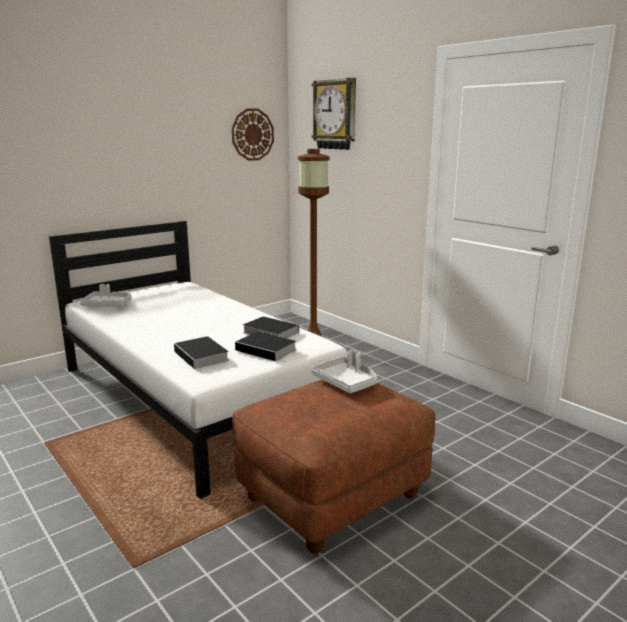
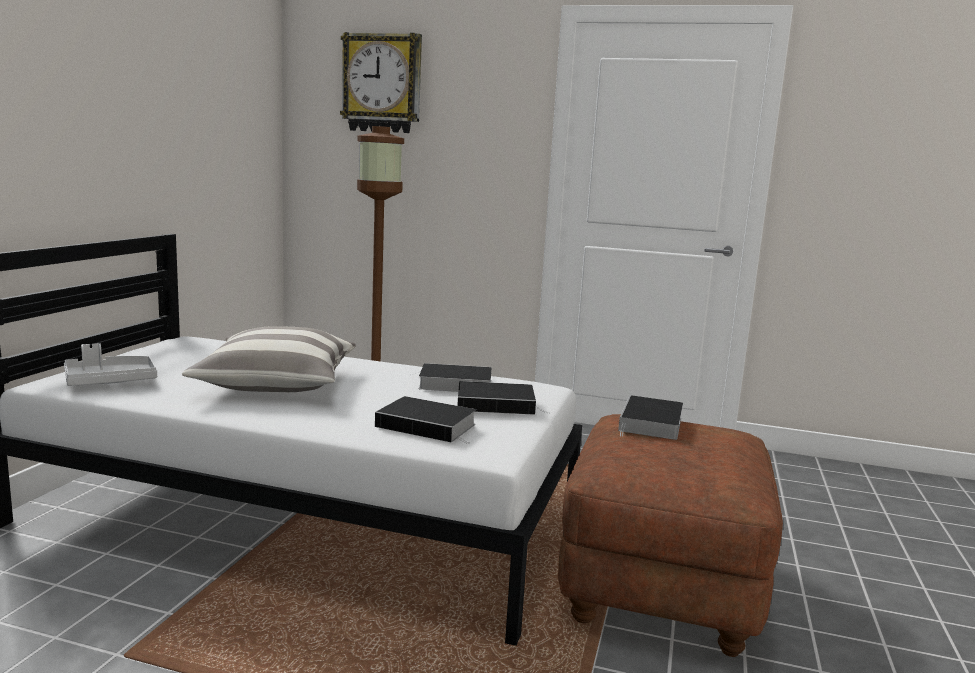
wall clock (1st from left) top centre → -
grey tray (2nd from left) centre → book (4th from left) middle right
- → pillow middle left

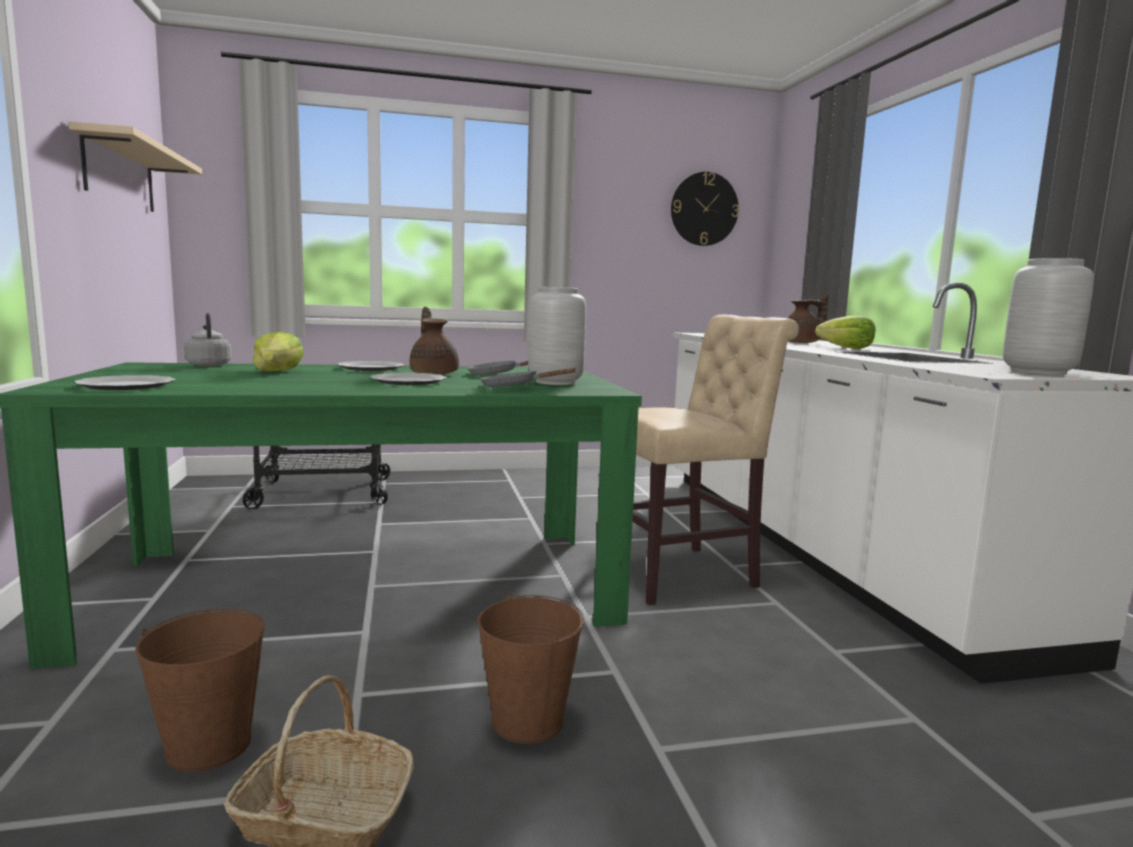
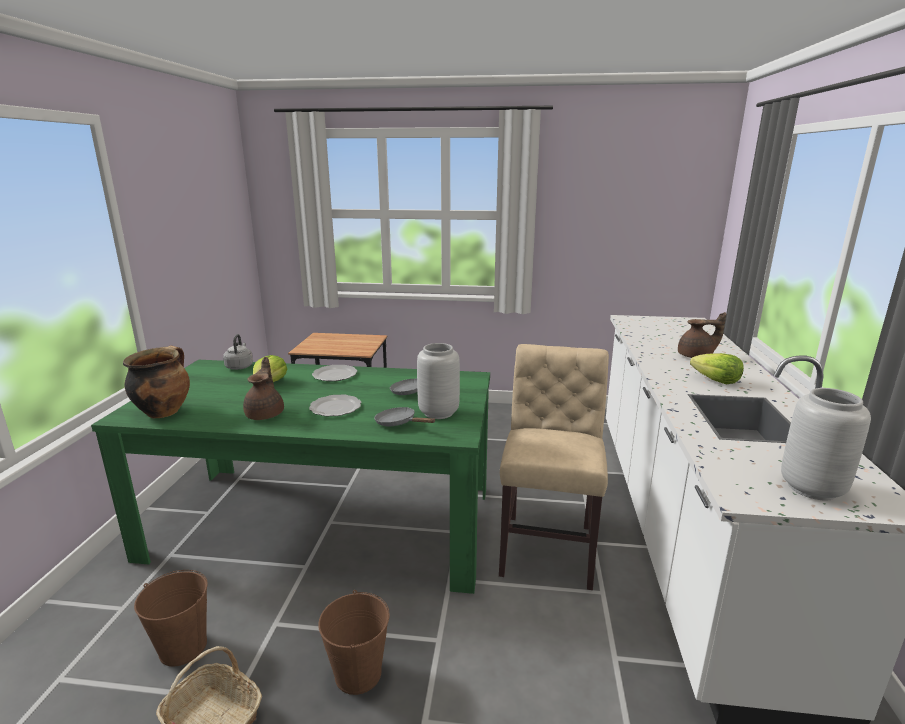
beige shelf top left → -
wall clock top centre → -
brown teapot (1st from left) centre → brown teapot (1st from left) middle left, move
beige chair centre, 75 degrees counterclockwise
plate (1st from left) middle left → cooking pot middle left

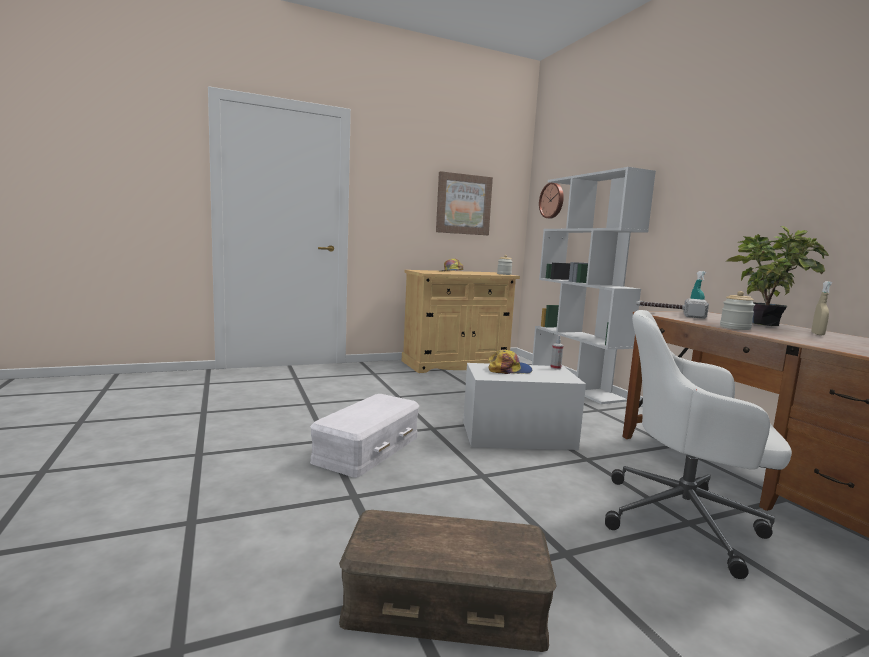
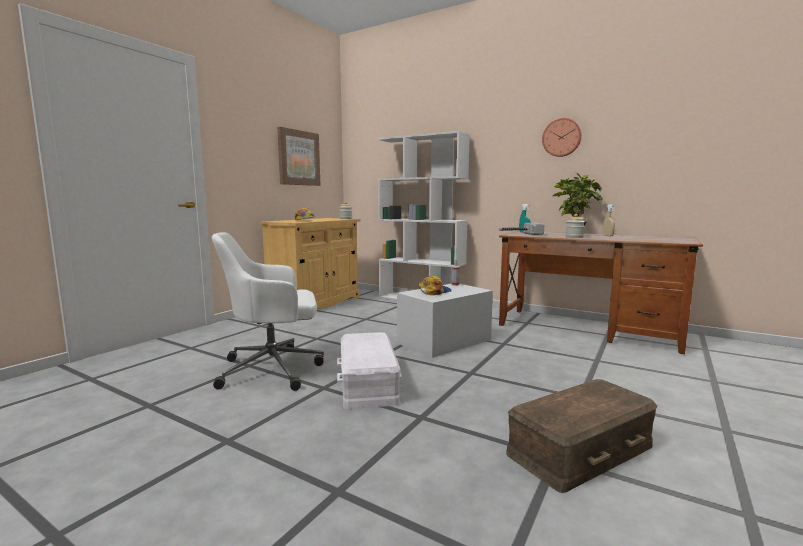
wall clock top centre → wall clock top right, move
white office chair bottom right → white office chair centre, move

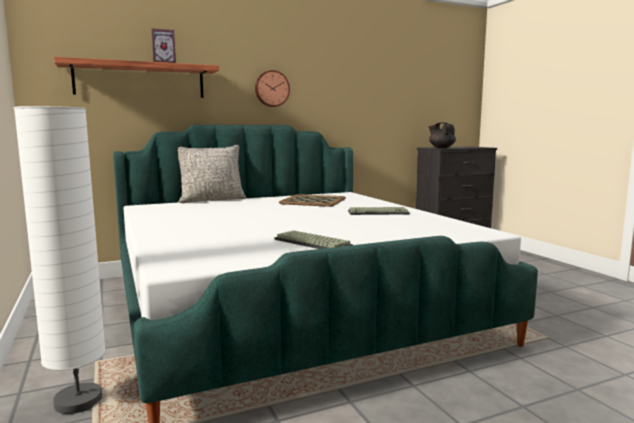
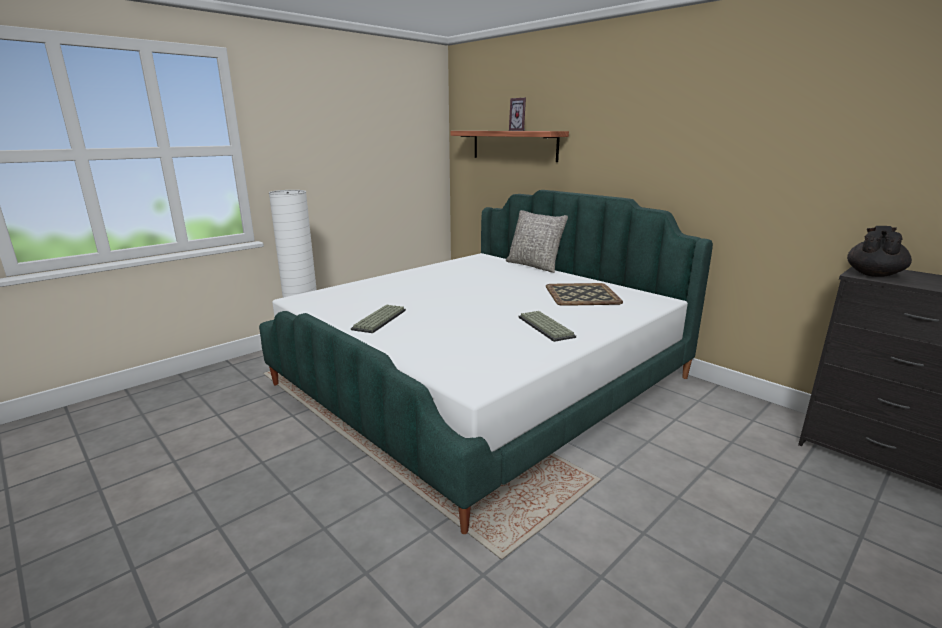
wall clock top centre → -

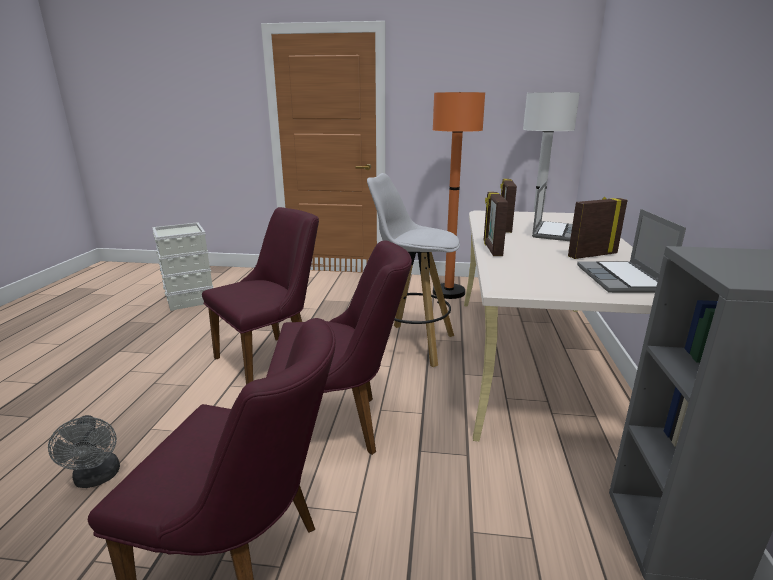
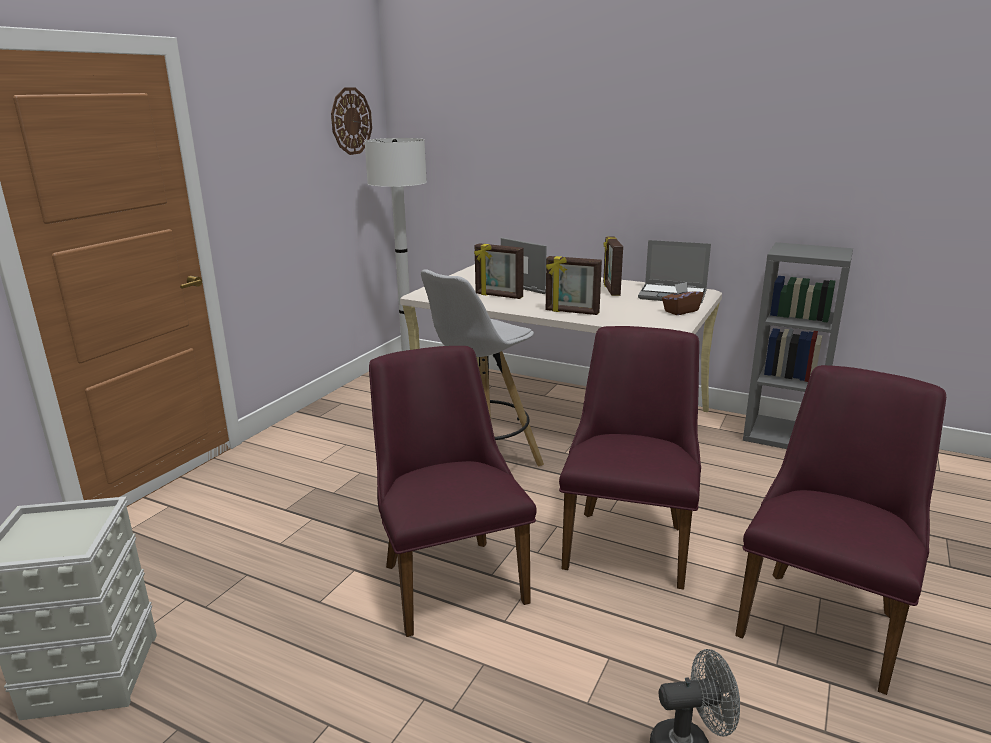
orange floor lamp centre → -
- → wall clock top centre
- → brown tissue box middle right

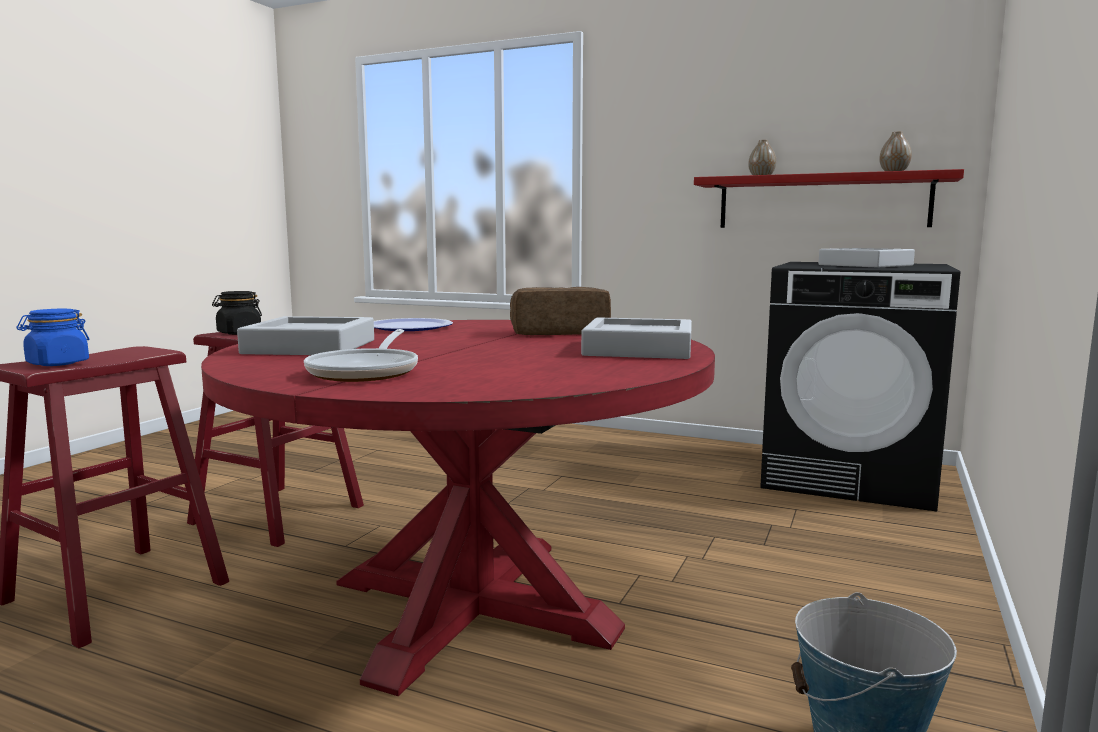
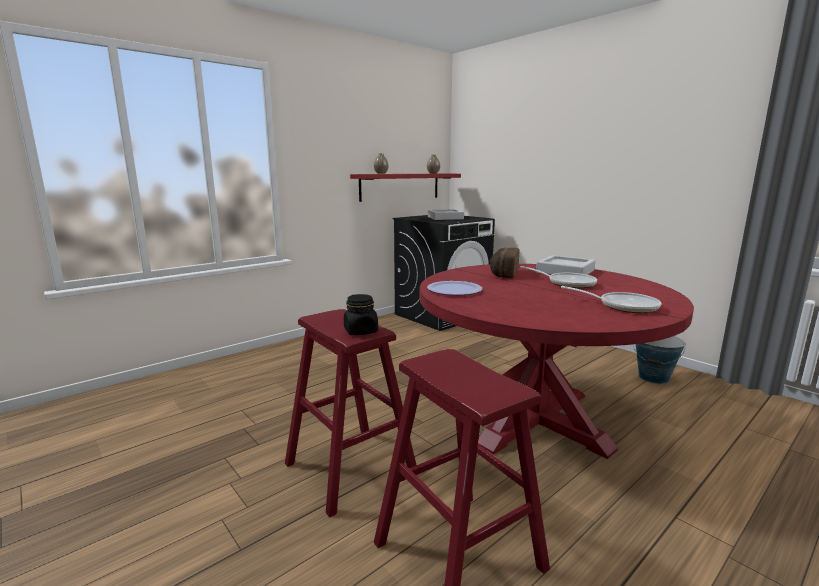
blue jar middle left → -
grey tray (1st from left) middle left → -
- → frying pan (1st from left) middle right

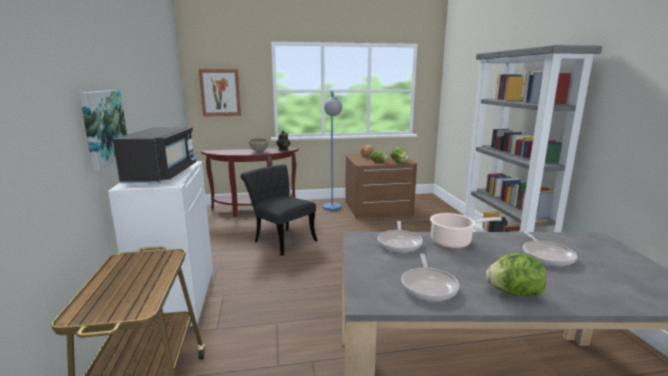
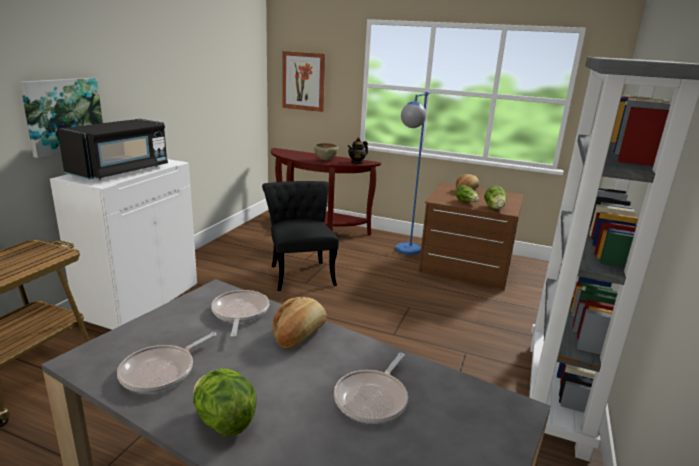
cooking pot middle right → bread (1st from left) bottom centre
frying pan (1st from left in the first image) centre → frying pan (2nd from left) bottom centre, 135 degrees clockwise

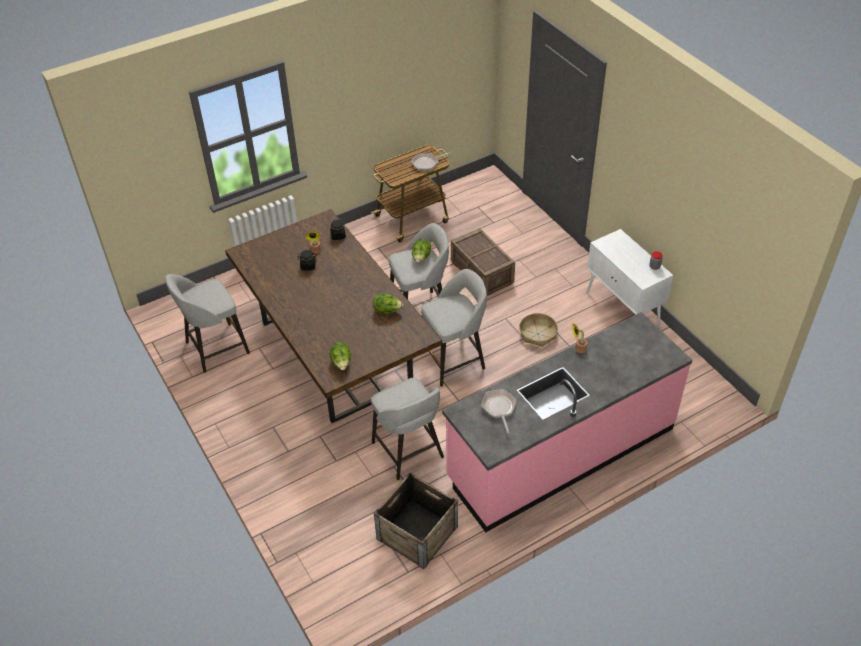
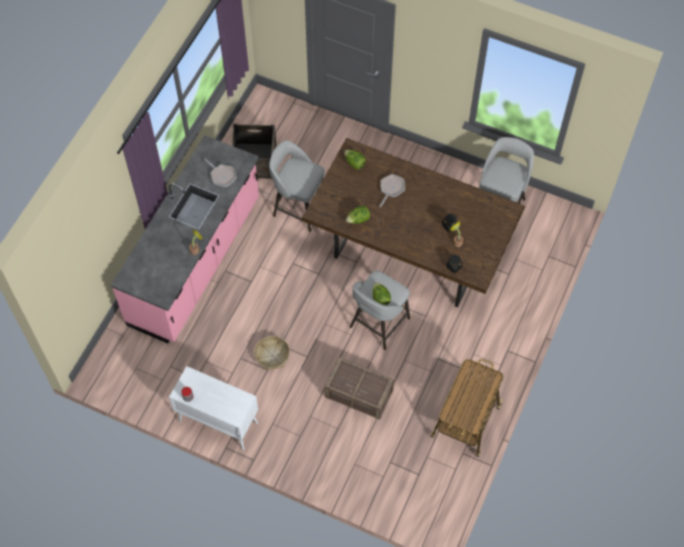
frying pan (1st from left in the first image) top centre → frying pan (2nd from left) centre, move
grey stool (4th from left) centre → -

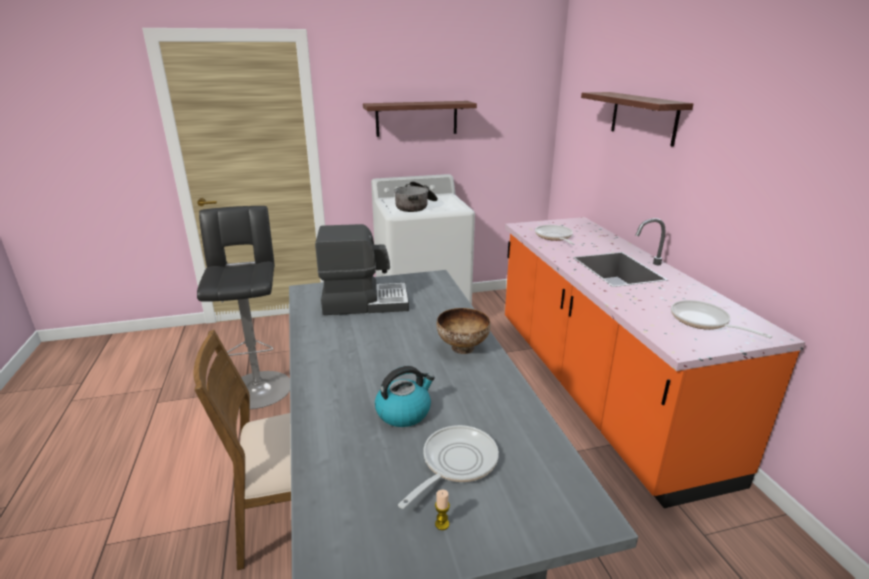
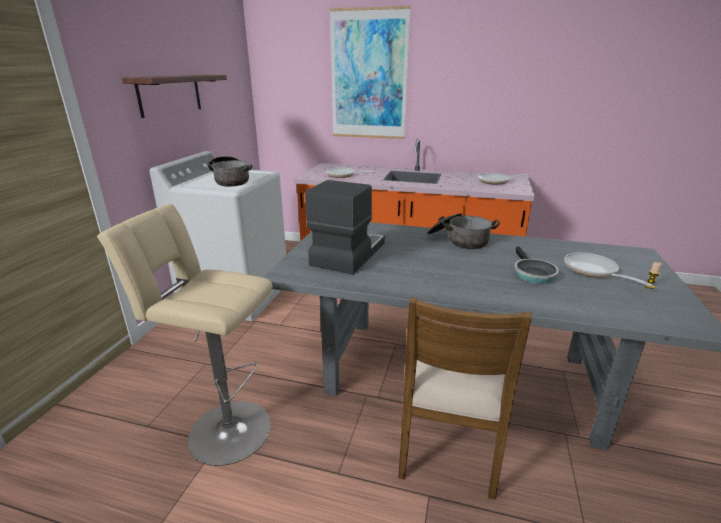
shelf (2nd from left) top right → picture top centre
black stool middle left → beige stool middle left
bowl centre → cooking pot (2nd from left) centre
kettle bottom centre → frying pan (3rd from left) middle right

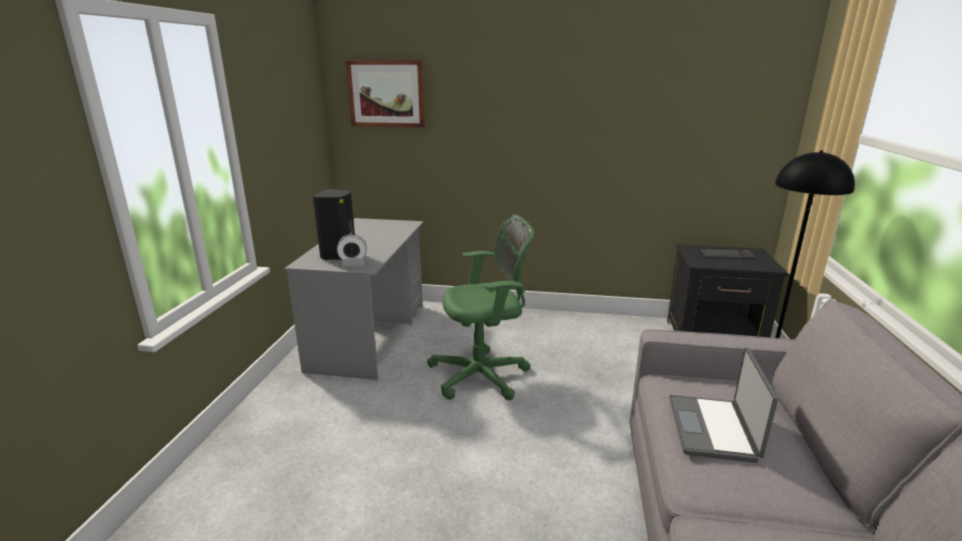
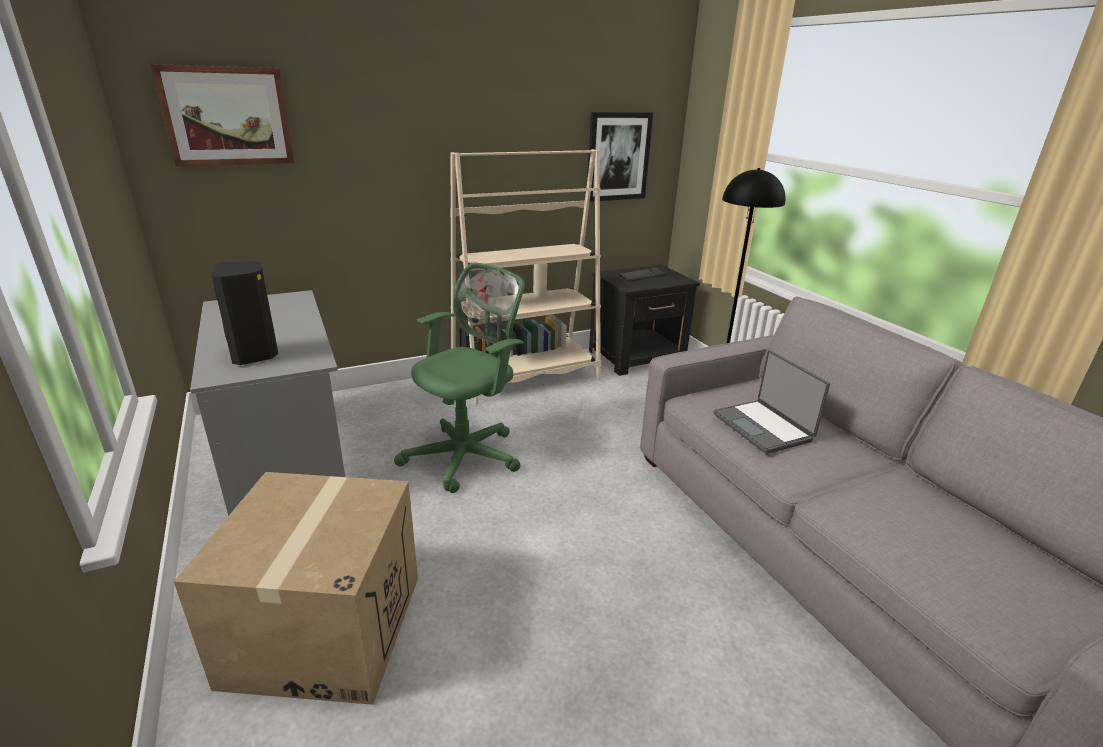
alarm clock centre → -
- → picture (2nd from left) top centre
- → beige bookcase centre
- → cardboard box bottom left

